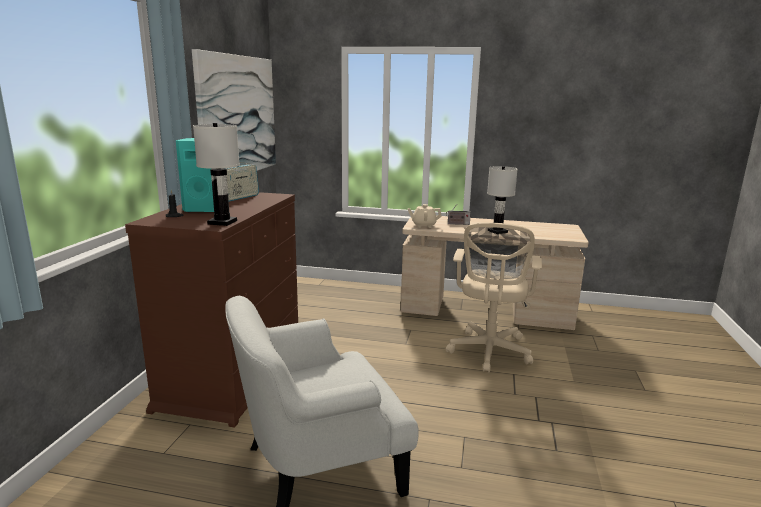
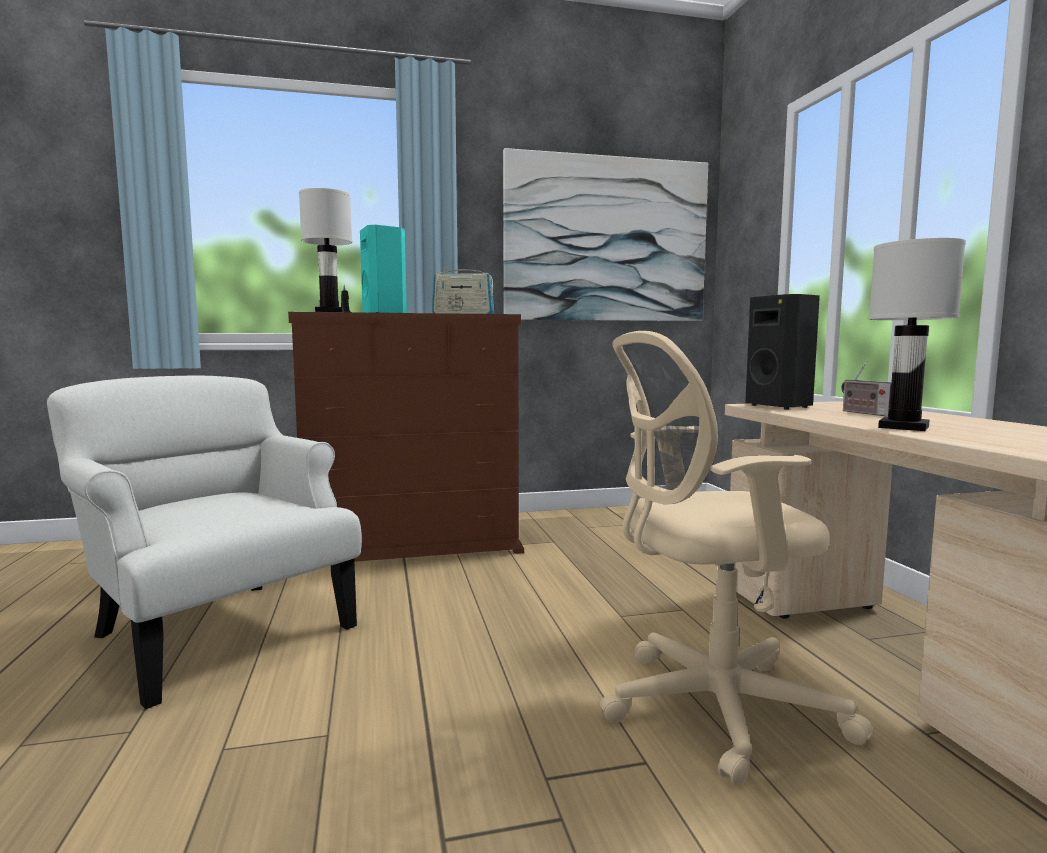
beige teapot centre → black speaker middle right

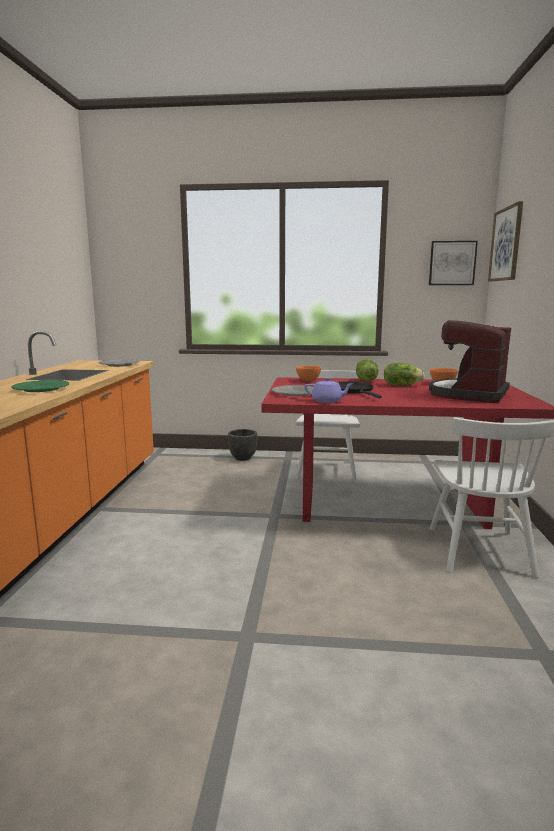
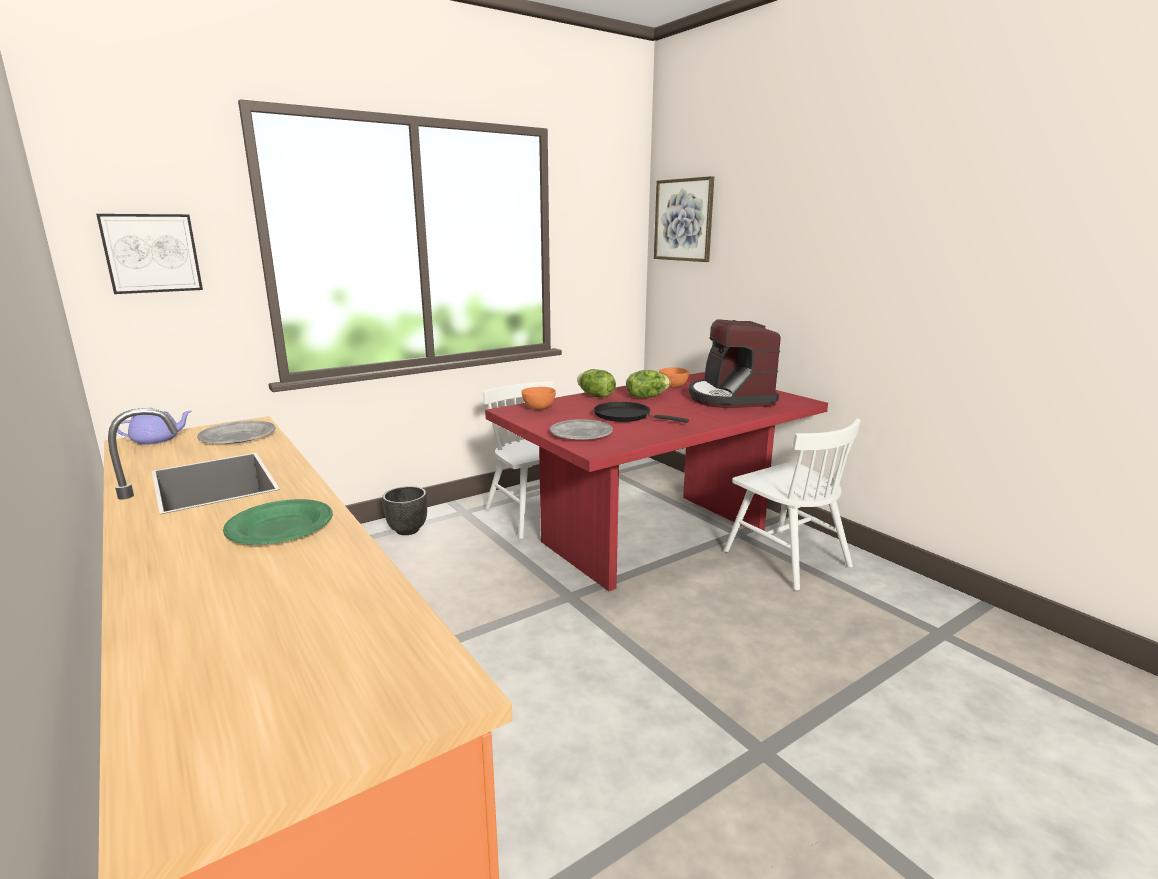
picture (1st from left) top right → picture (1st from left) top left, move
purple teapot centre → purple teapot middle left, move

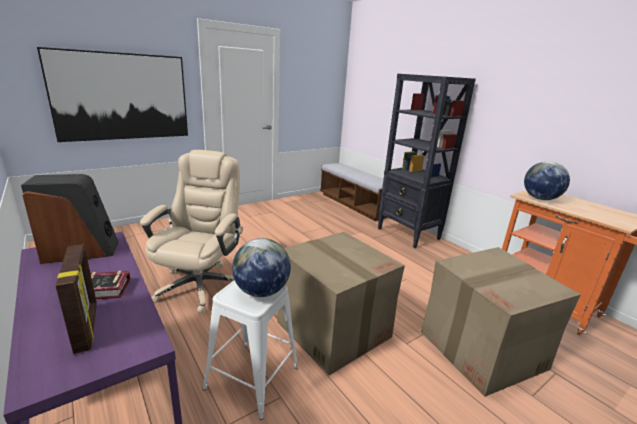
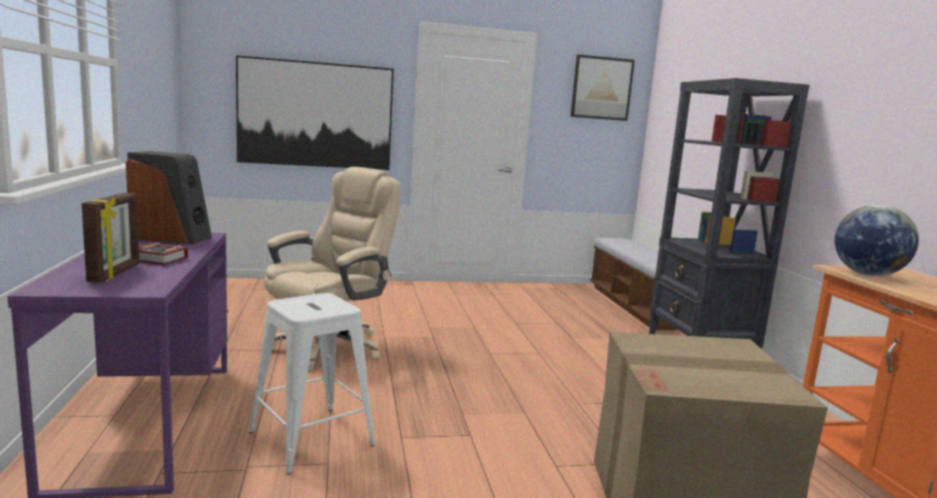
cardboard box (1st from left) bottom centre → -
globe (1st from left) centre → -
- → picture (2nd from left) top centre

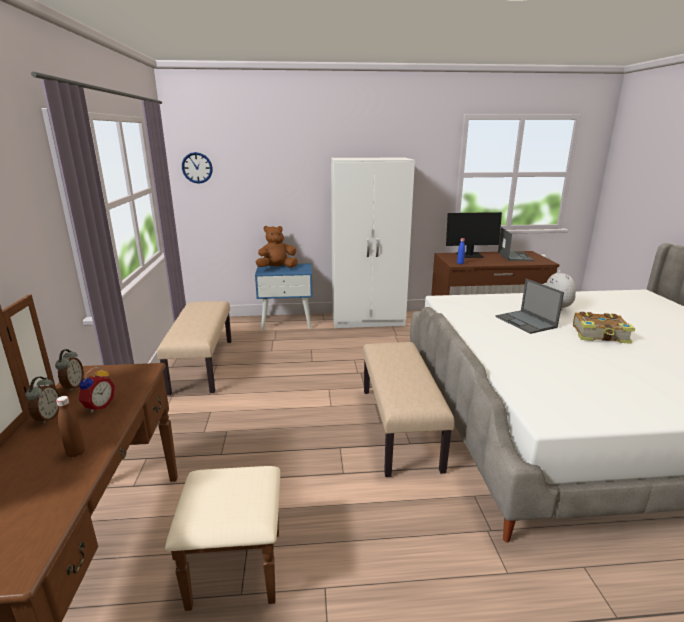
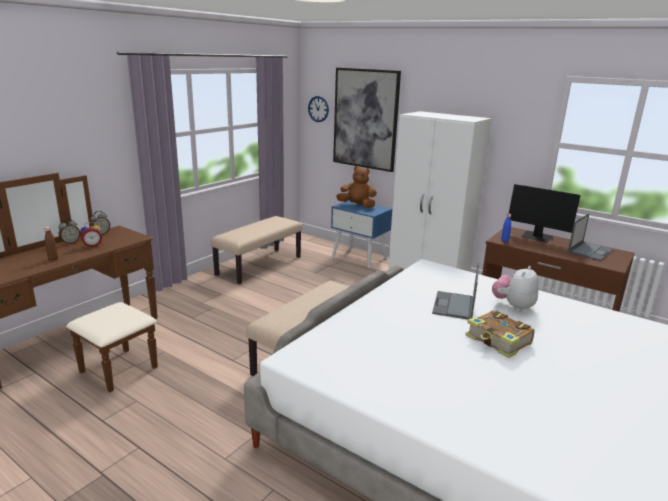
- → picture top centre

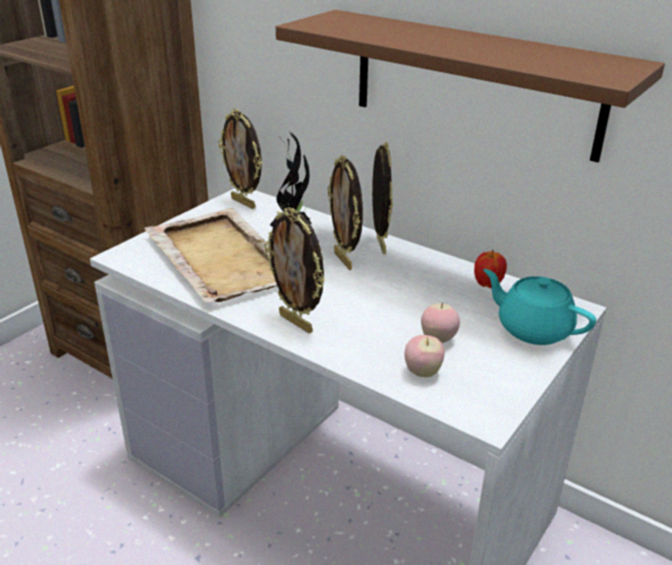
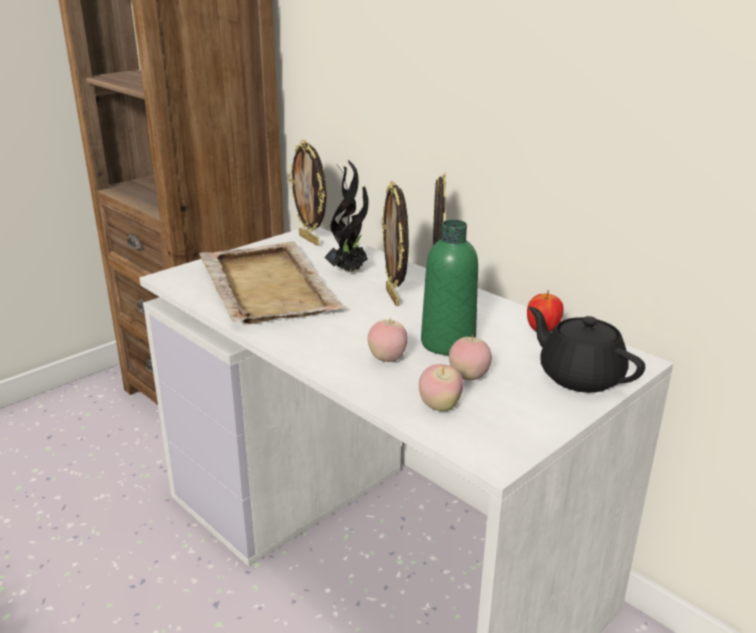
brown shelf top right → -
picture frame (2nd from left) centre → -
turquoise teapot middle right → black teapot middle right
- → green bottle centre
- → apple (1st from left) centre

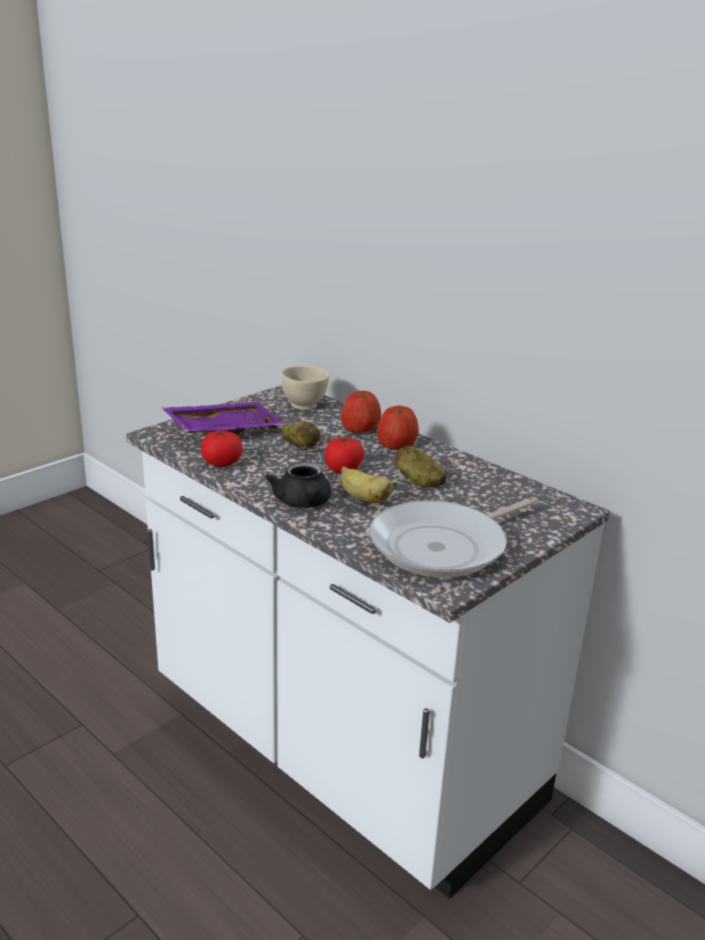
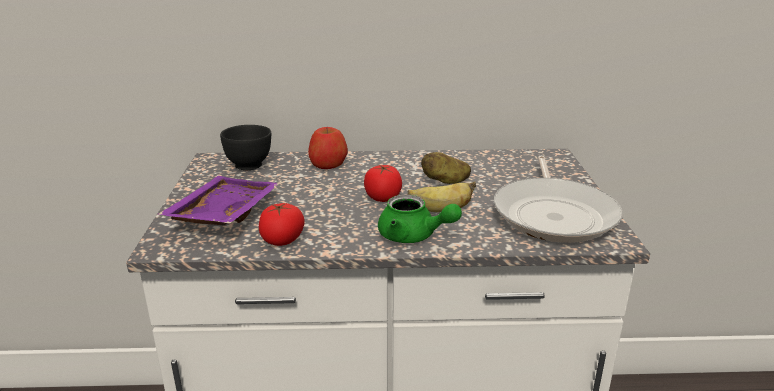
beige bowl centre → black bowl middle left
apple (2nd from left) centre → -
potato (1st from left) centre → -
black teapot centre → green teapot centre

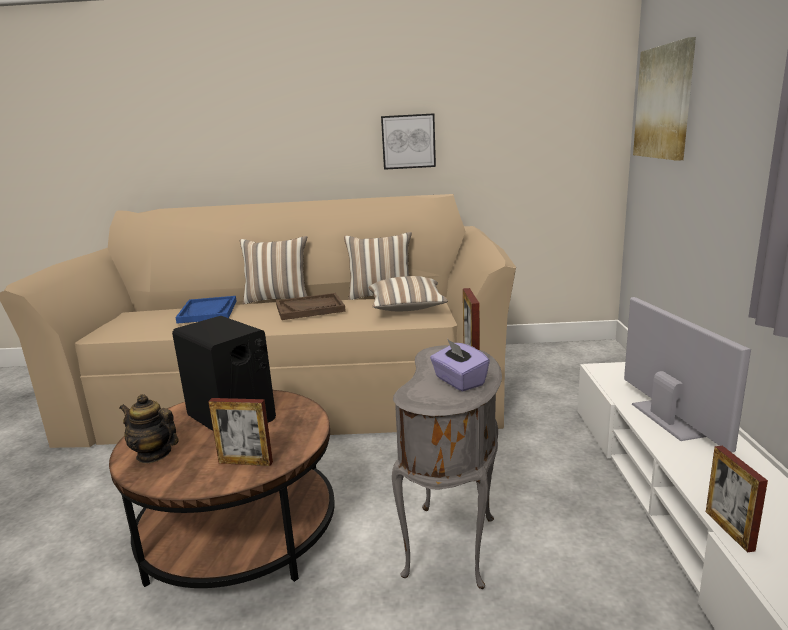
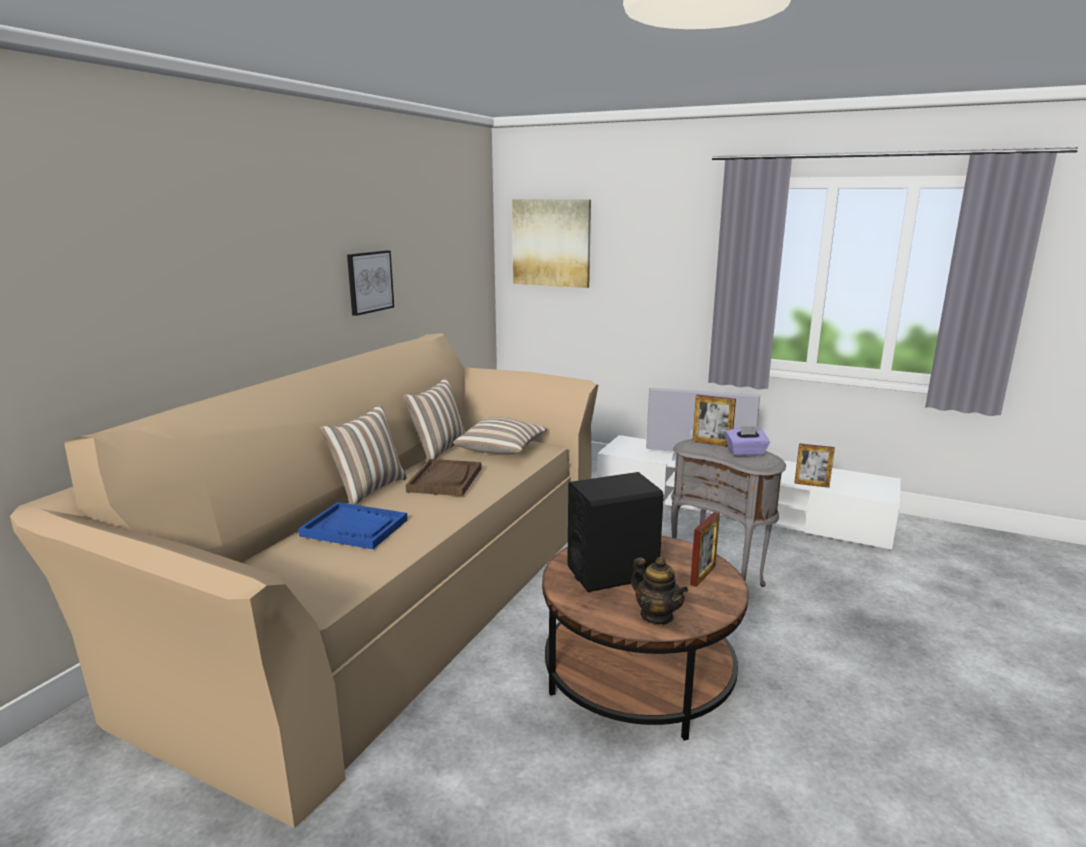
teapot bottom left → teapot bottom centre, 90 degrees counterclockwise

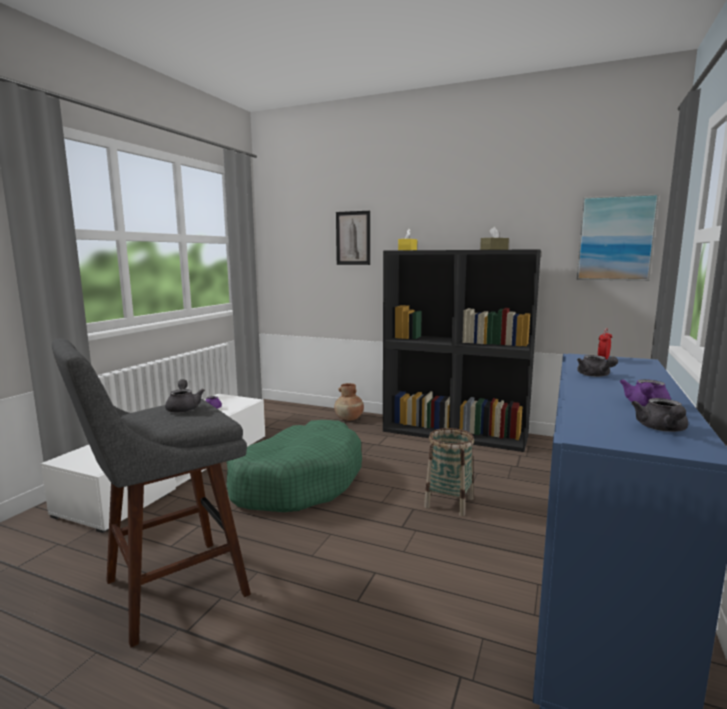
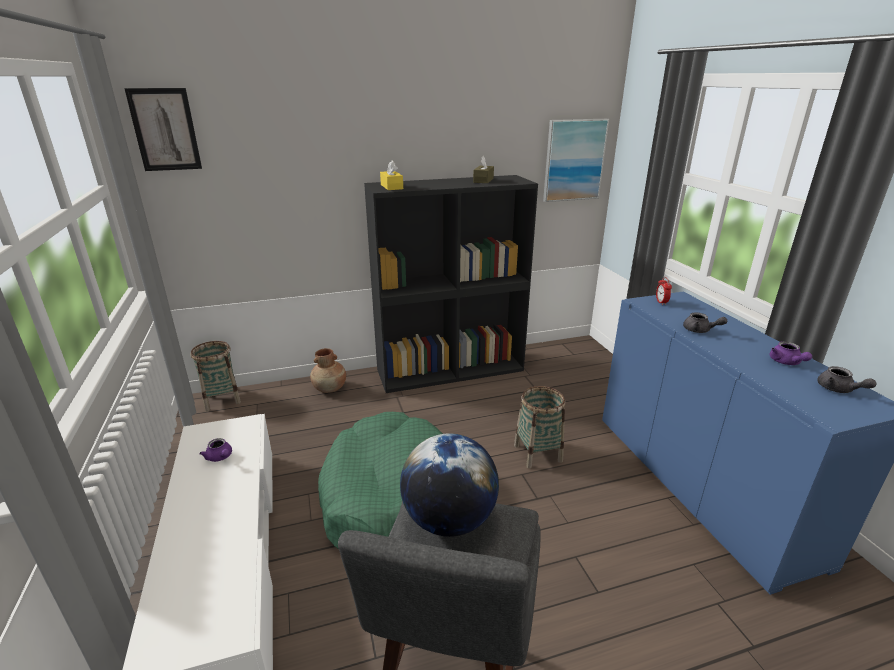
picture (1st from left) centre → picture (1st from left) top left, move
grey teapot (1st from left) middle left → globe bottom centre
- → basket (1st from left) middle left

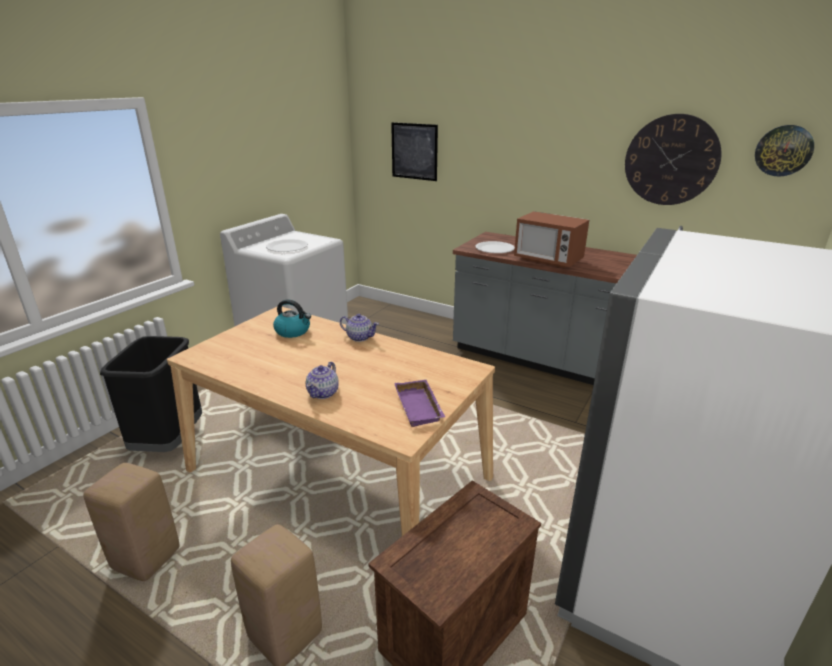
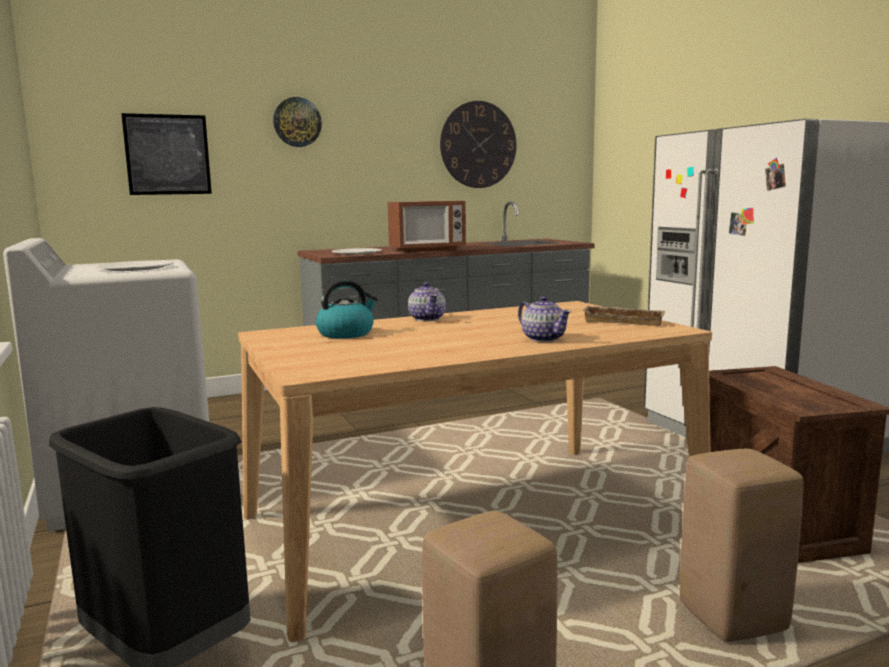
wall clock (2nd from left in the first image) top right → wall clock (1st from left) top centre, move
teapot (2nd from left in the first image) centre → teapot (1st from left) centre, 105 degrees clockwise
purple tray centre → beige tray middle right

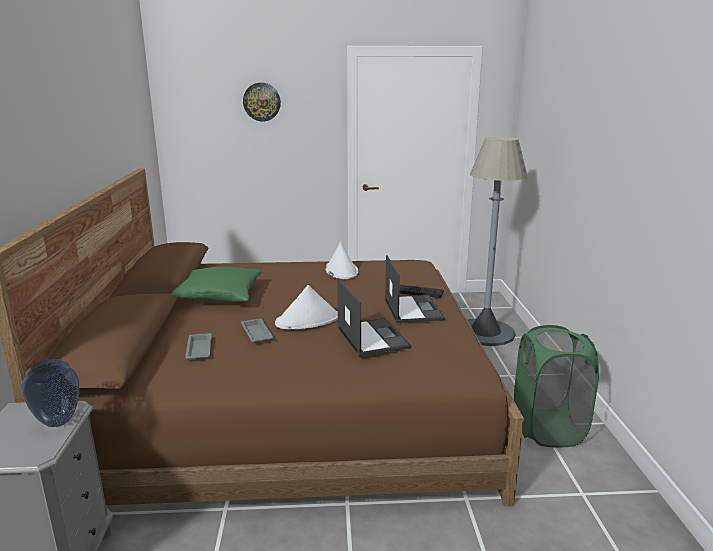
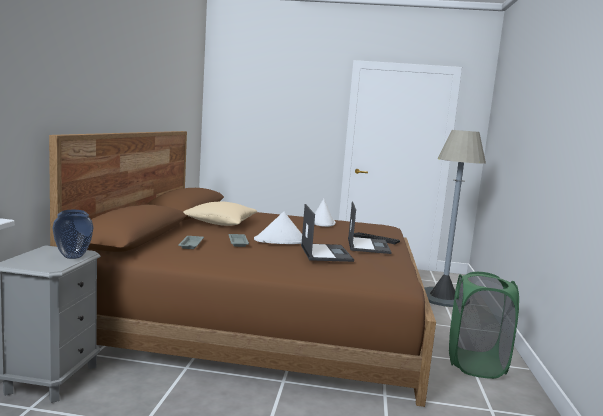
wall clock top centre → -
green pillow middle left → beige pillow centre

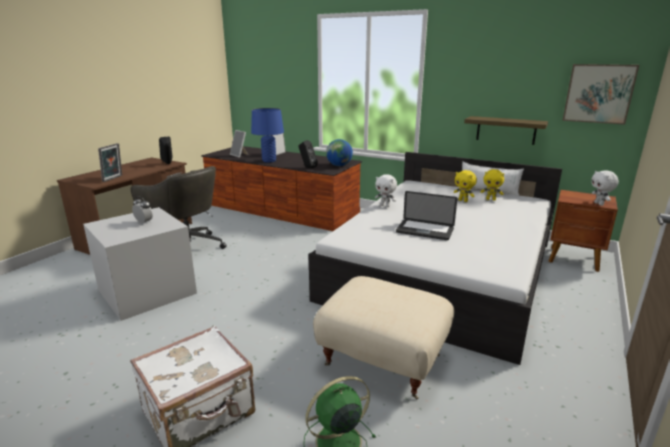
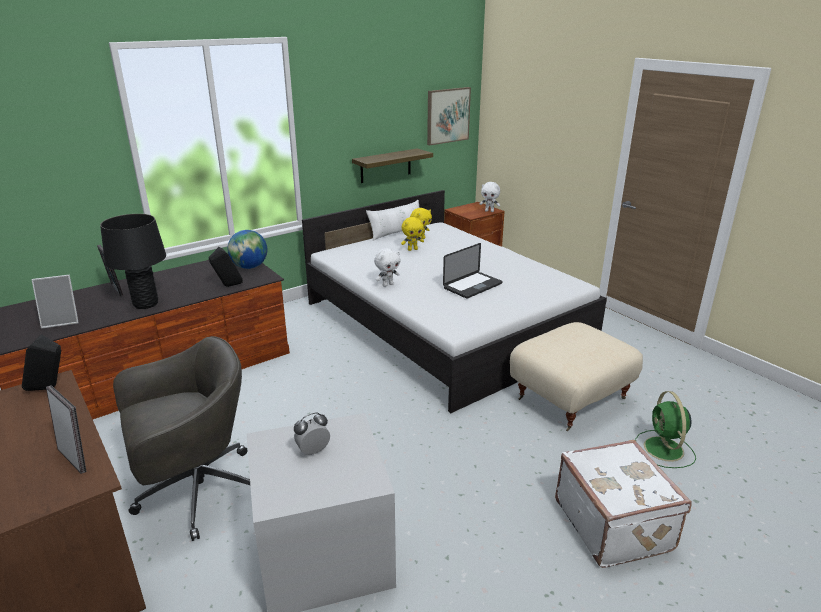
blue table lamp top centre → black table lamp middle left

